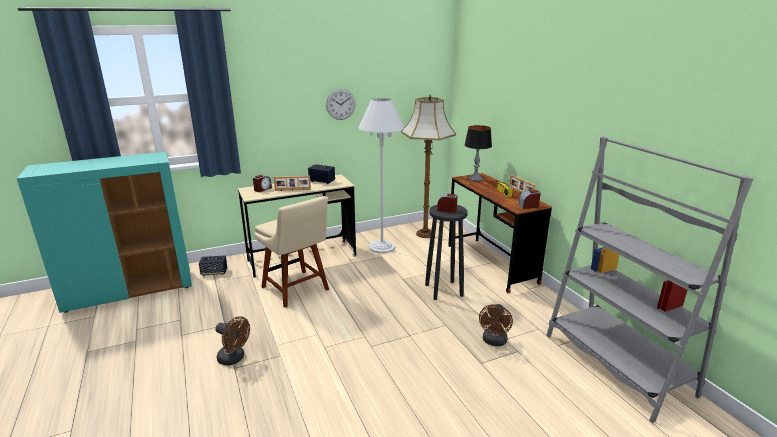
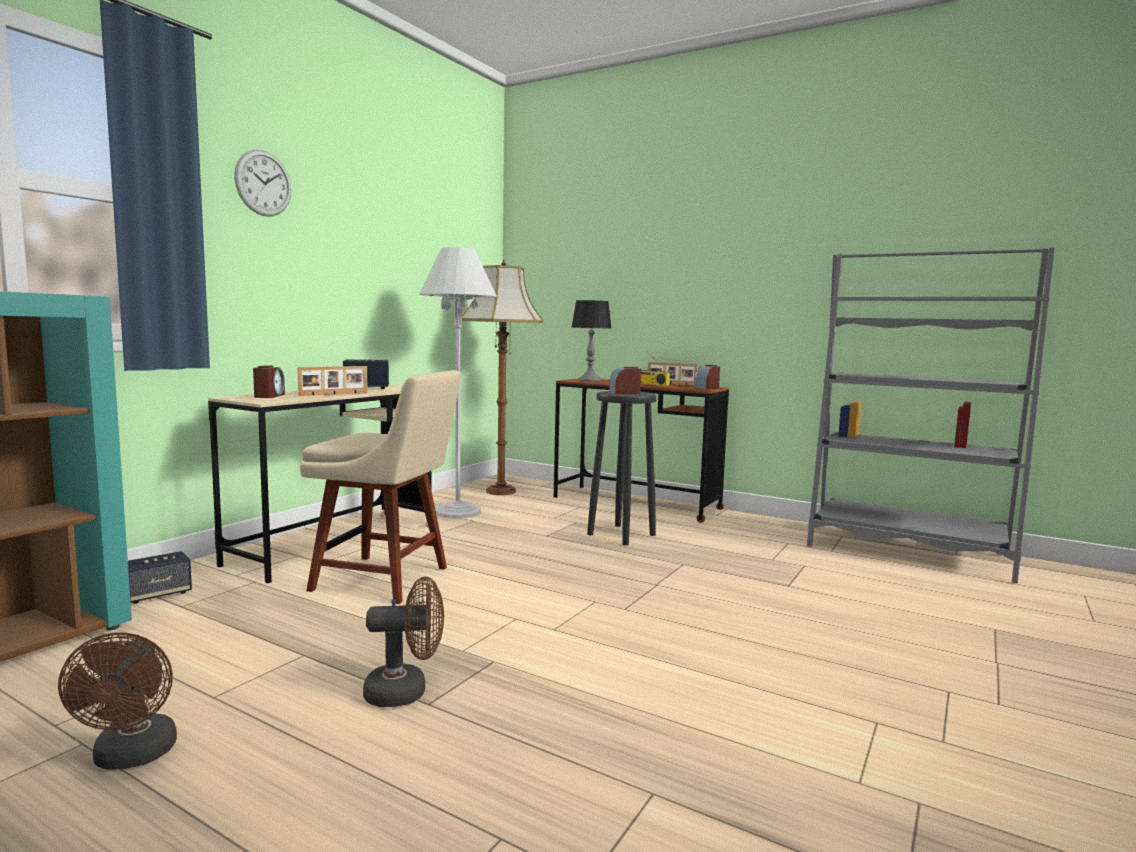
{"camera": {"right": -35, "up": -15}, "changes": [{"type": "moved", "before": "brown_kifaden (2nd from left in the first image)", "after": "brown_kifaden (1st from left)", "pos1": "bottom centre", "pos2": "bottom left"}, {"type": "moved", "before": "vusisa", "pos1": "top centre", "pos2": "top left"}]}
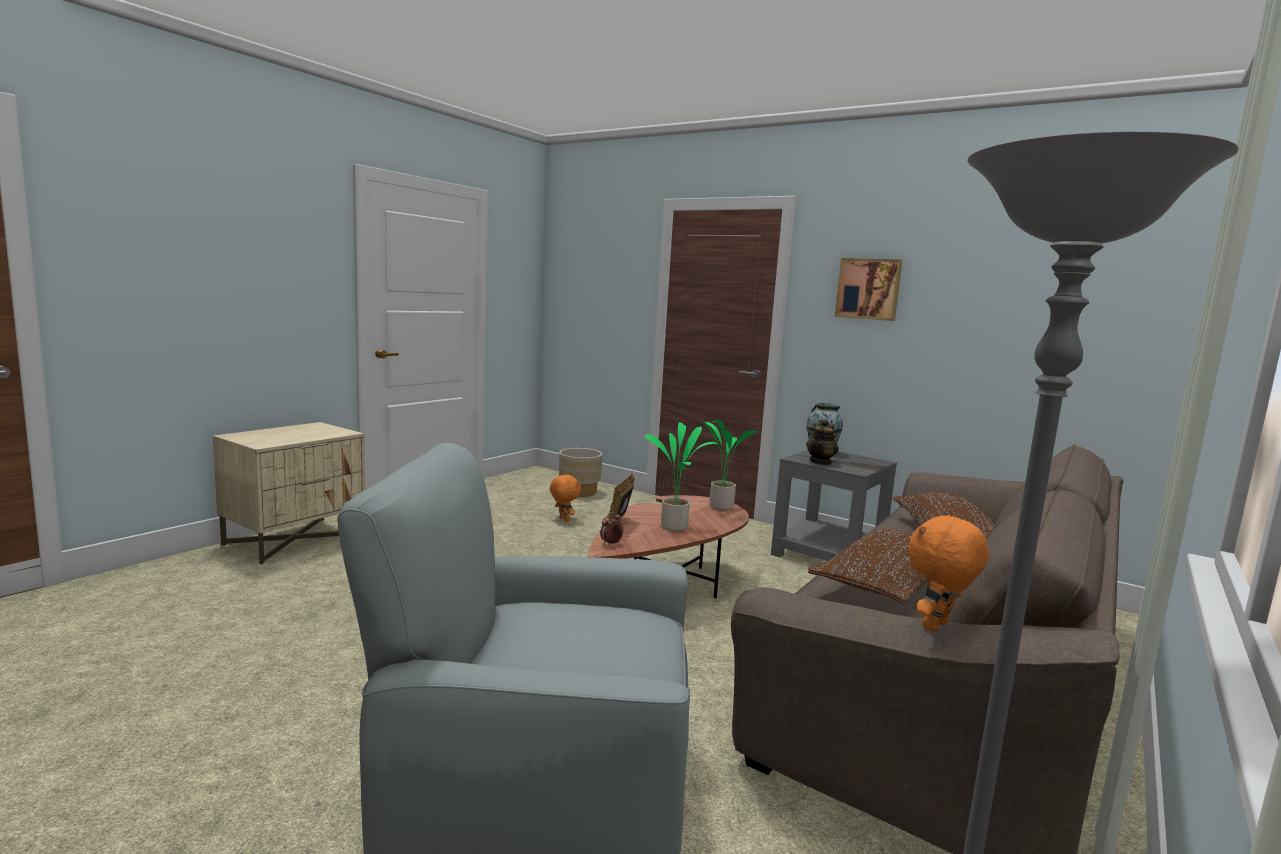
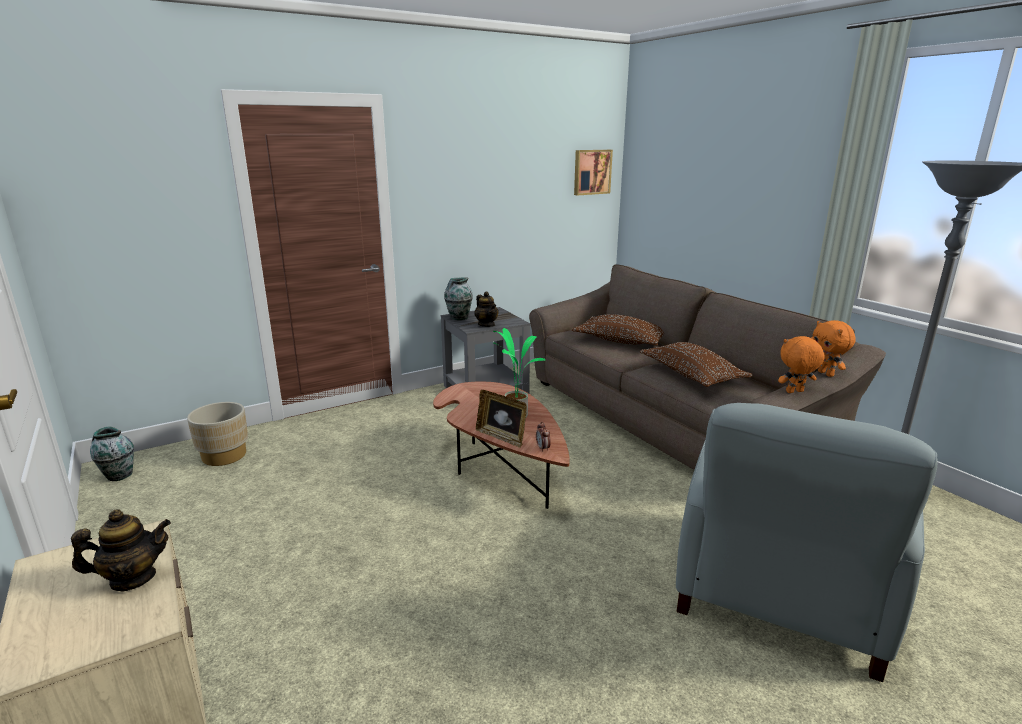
{"camera": {"right": -65, "up": 10}, "changes": [{"type": "added", "after": "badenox (1st from left)", "pos2": "bottom left"}, {"type": "added", "after": "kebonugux (1st from left)", "pos2": "middle left"}, {"type": "moved", "before": "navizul", "pos1": "middle right", "pos2": "top centre"}, {"type": "moved", "before": "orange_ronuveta (1st from left)", "pos1": "centre", "pos2": "middle right"}, {"type": "removed", "before": "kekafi (2nd from left)", "pos1": "centre"}]}
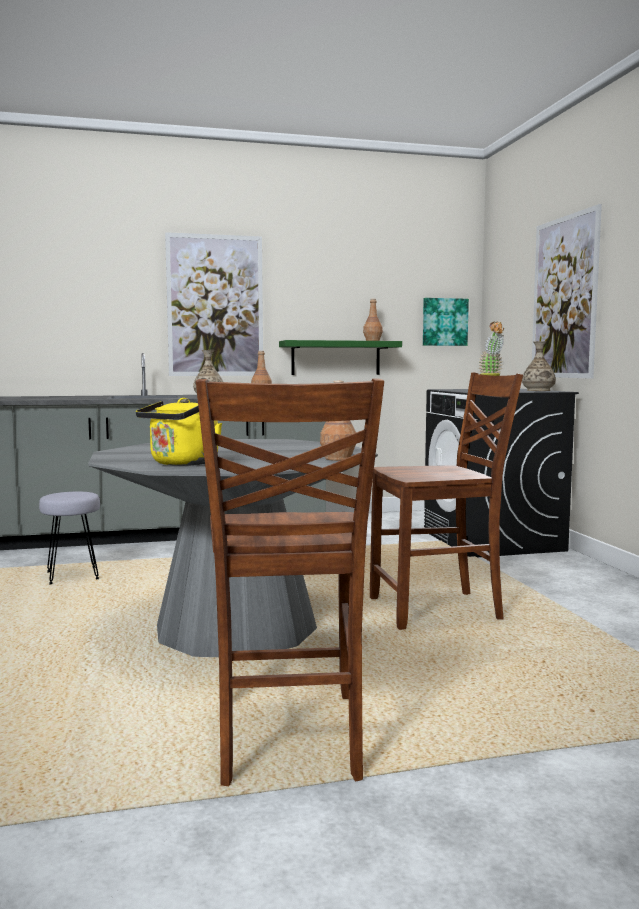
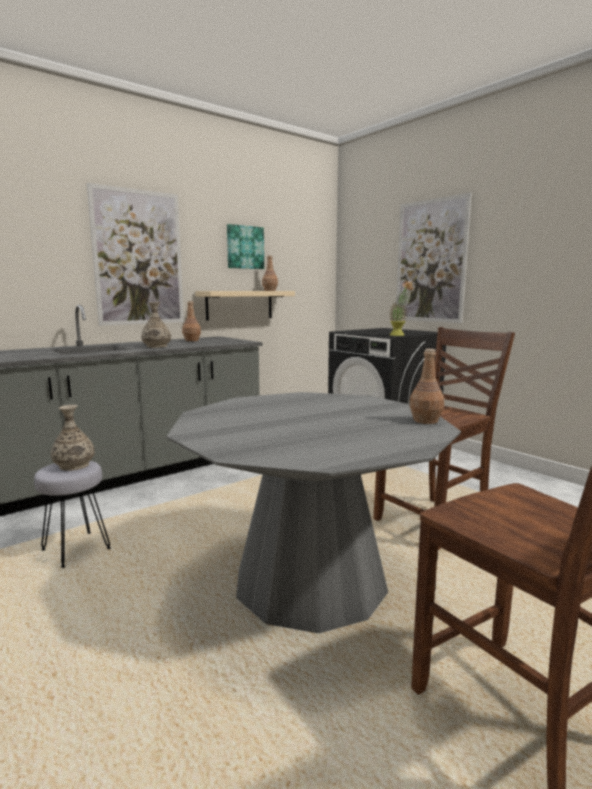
{"camera": {"right": -25, "up": 5}, "changes": [{"type": "moved", "before": "kebonugux (2nd from left in the first image)", "after": "kebonugux (1st from left)", "pos1": "middle right", "pos2": "middle left"}, {"type": "recoloured", "before": "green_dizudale", "after": "beige_dizudale", "pos1": "centre", "pos2": "centre"}, {"type": "moved", "before": "navizul (2nd from left)", "pos1": "middle right", "pos2": "top centre"}, {"type": "removed", "before": "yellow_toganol", "pos1": "middle left"}]}
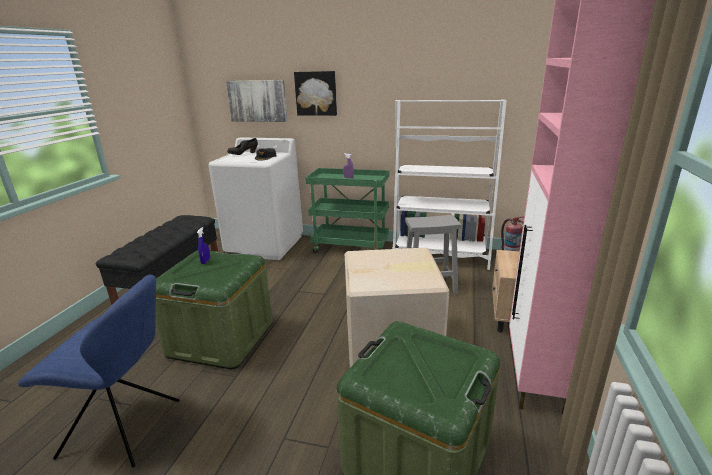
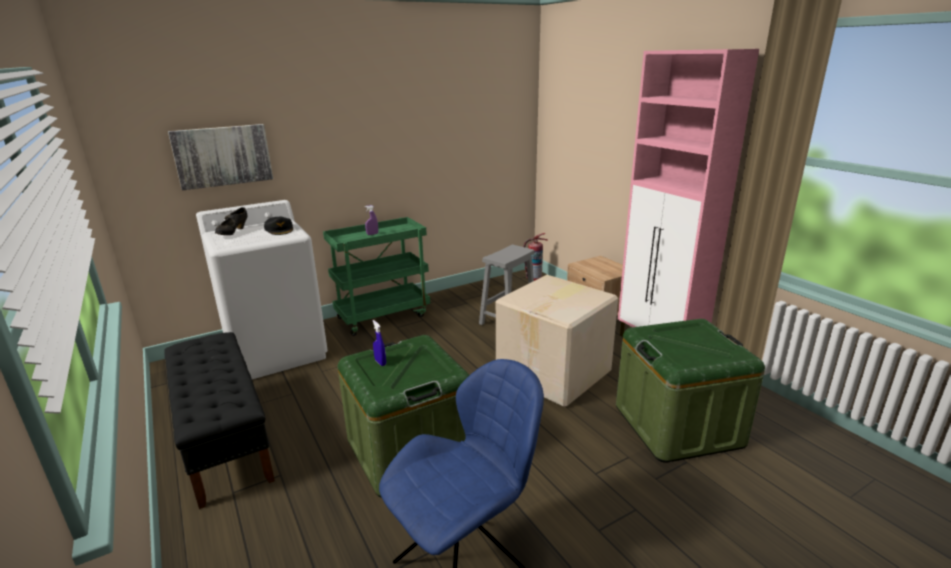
{"camera": {"right": -45, "up": 0}, "changes": [{"type": "removed", "before": "navizul (2nd from left)", "pos1": "top centre"}, {"type": "removed", "before": "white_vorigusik", "pos1": "centre"}]}
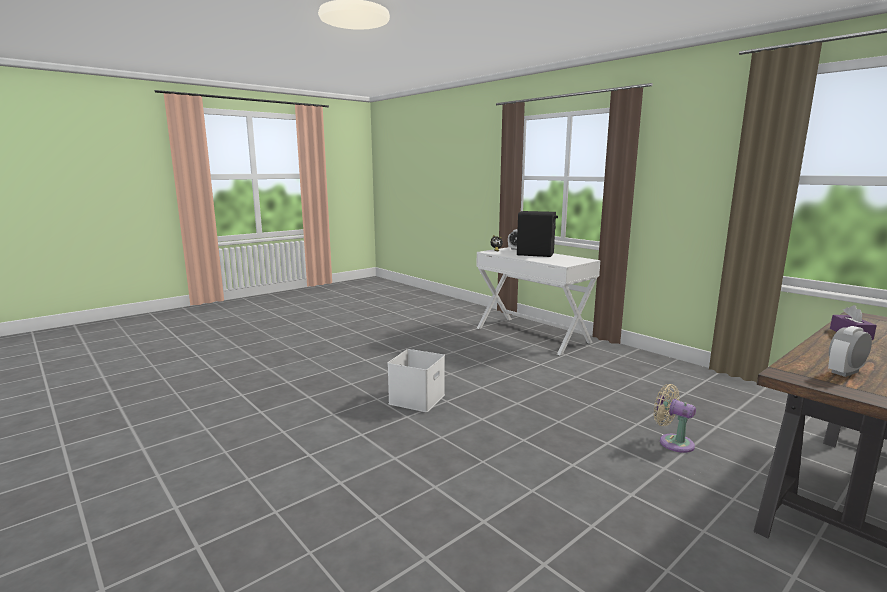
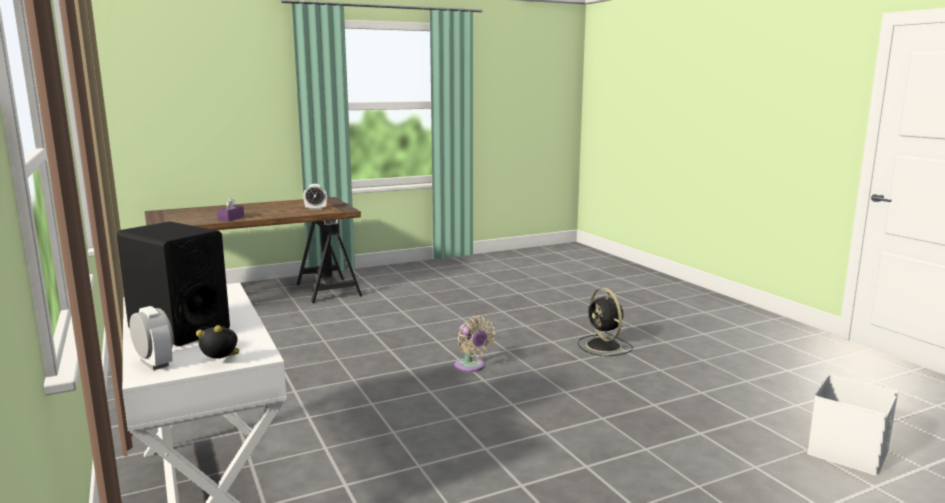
{"camera": {"right": -165, "up": 0}, "changes": [{"type": "moved", "before": "beige_kifaden", "pos1": "bottom right", "pos2": "bottom centre"}, {"type": "added", "after": "black_kifaden", "pos2": "centre"}, {"type": "moved", "before": "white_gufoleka", "pos1": "centre", "pos2": "bottom right"}]}
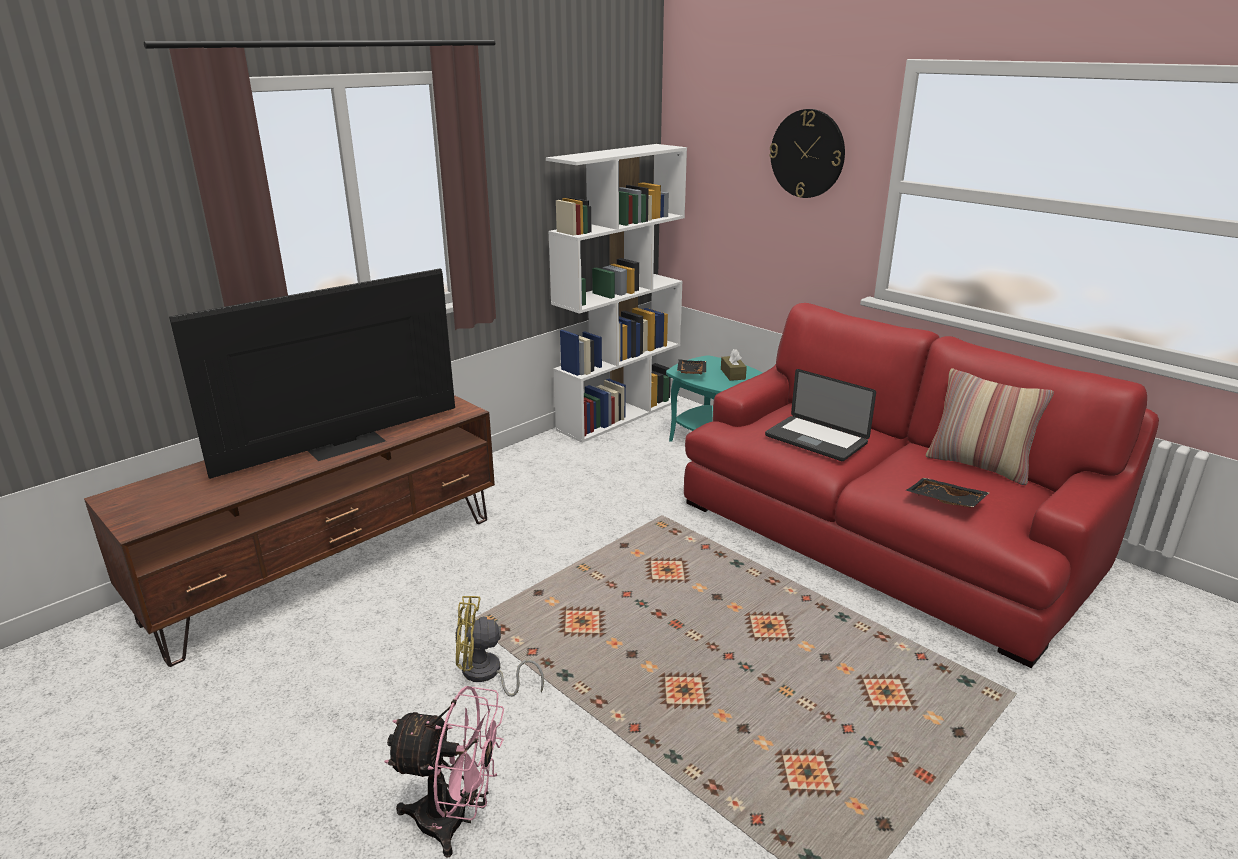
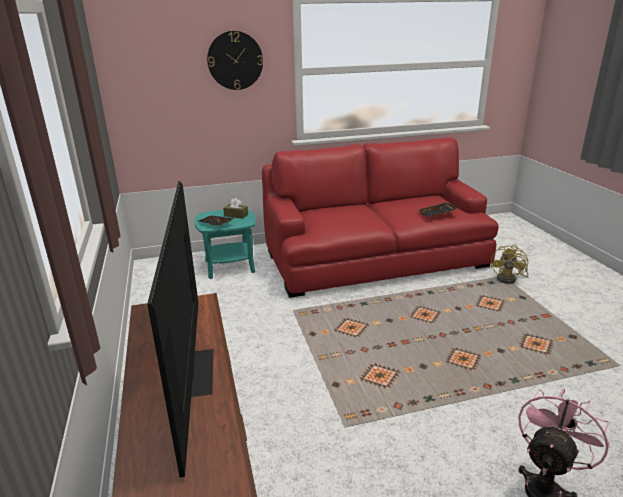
{"camera": {"right": -60, "up": 0}, "changes": [{"type": "moved", "before": "yellow_kifaden", "pos1": "bottom centre", "pos2": "middle right"}, {"type": "removed", "before": "white_vorigusik", "pos1": "centre"}, {"type": "removed", "before": "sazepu", "pos1": "centre"}, {"type": "removed", "before": "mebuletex", "pos1": "middle right"}]}
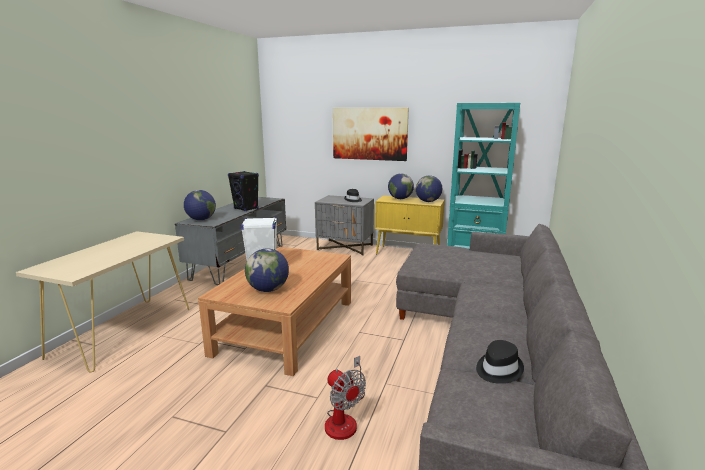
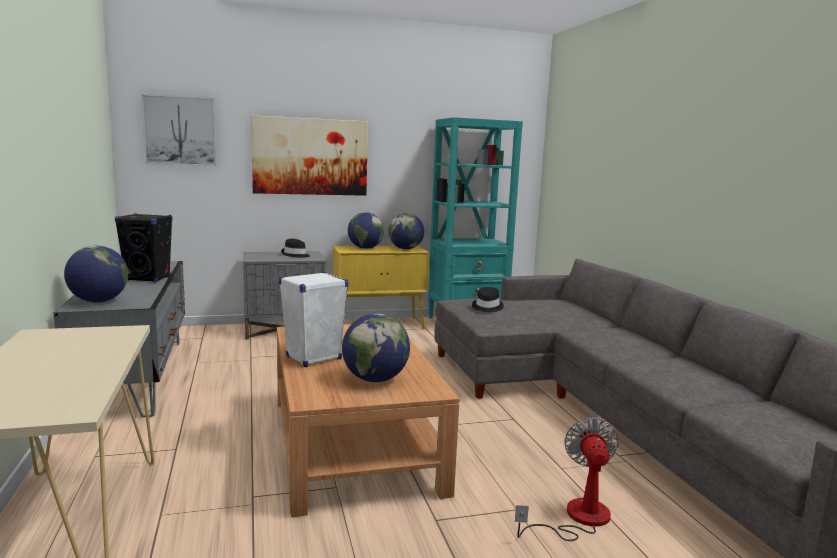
{"camera": {"right": -35, "up": -5}, "changes": [{"type": "added", "after": "navizul (1st from left)", "pos2": "top left"}, {"type": "moved", "before": "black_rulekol (2nd from left)", "pos1": "bottom right", "pos2": "centre"}, {"type": "turned", "before": "kifaden", "pos1": "bottom centre", "pos2": "bottom right", "turn": -105}]}
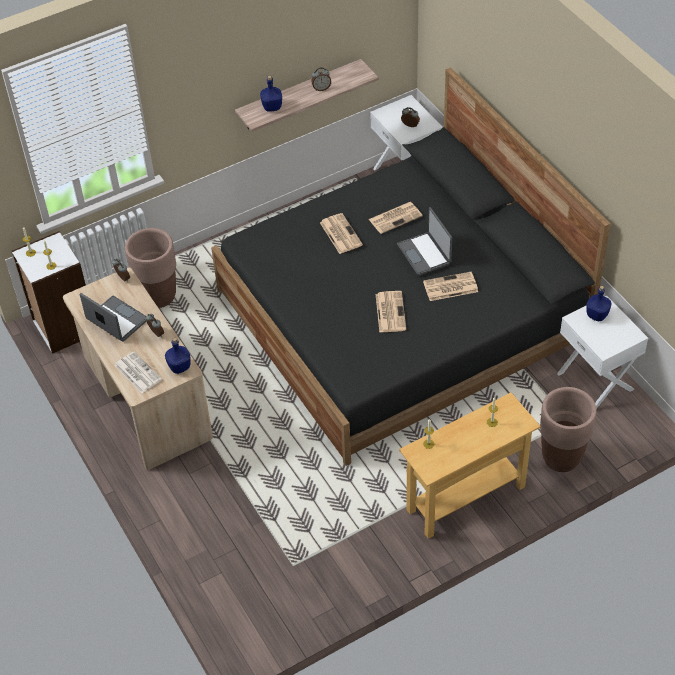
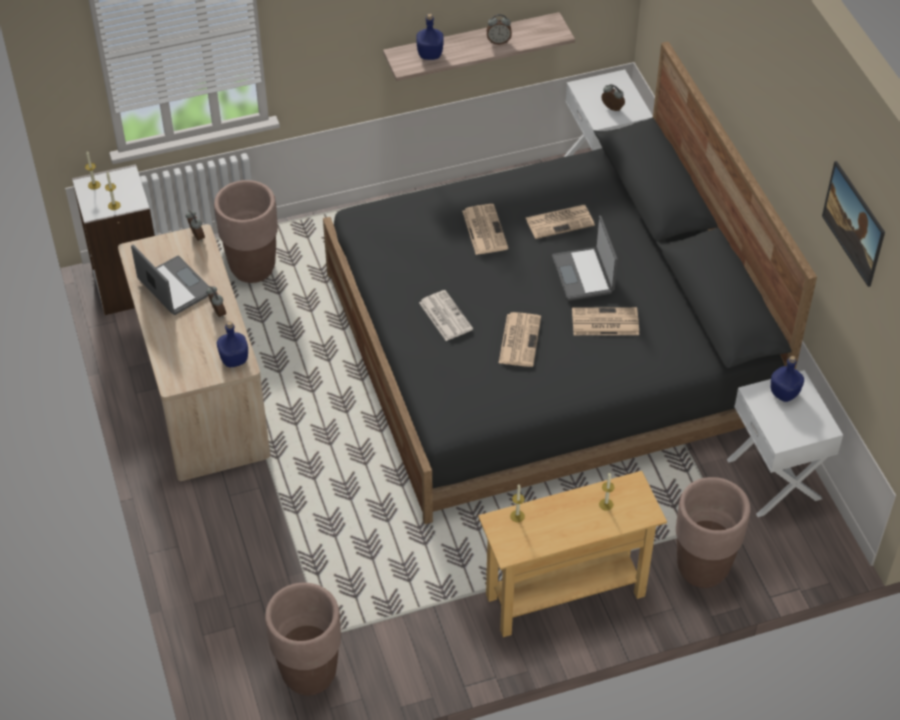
{"camera": {"right": 10, "up": 0}, "changes": [{"type": "added", "after": "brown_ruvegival (2nd from left)", "pos2": "bottom centre"}, {"type": "moved", "before": "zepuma (1st from left)", "pos1": "middle left", "pos2": "centre"}, {"type": "added", "after": "navizul", "pos2": "top right"}]}
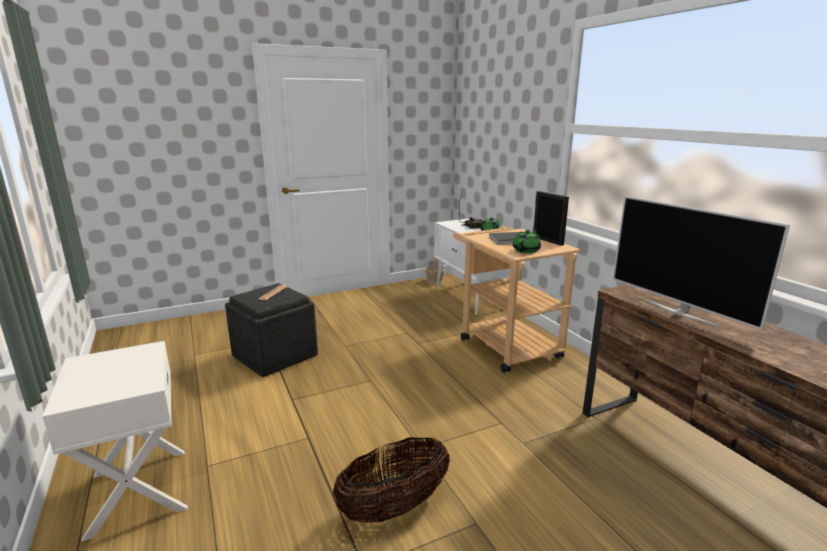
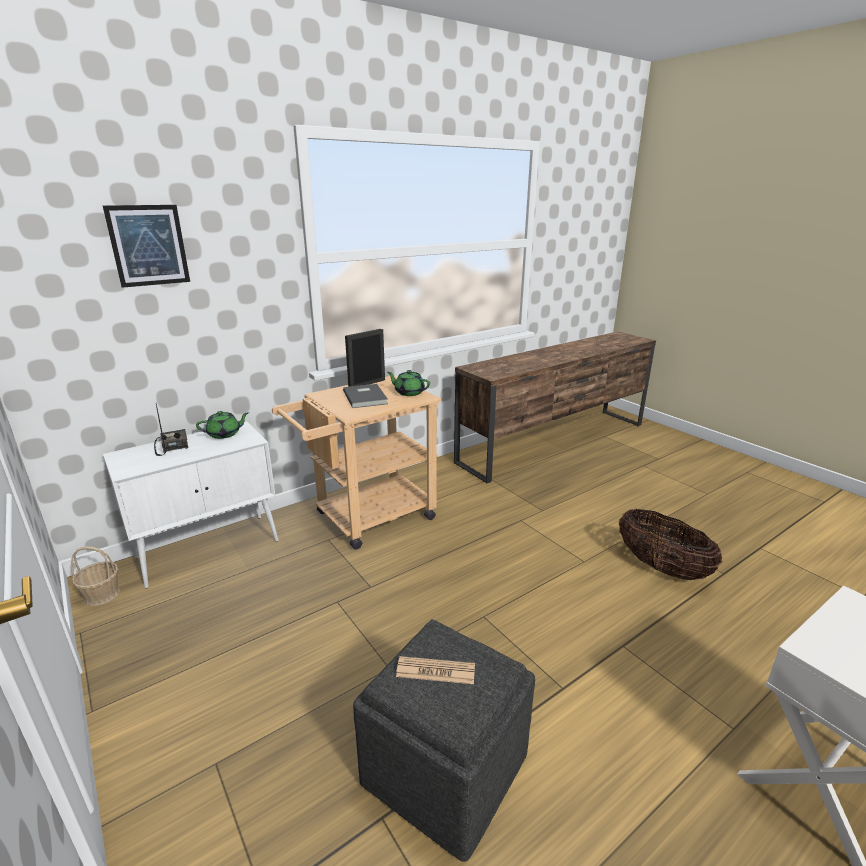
{"camera": {"right": -100, "up": 5}, "changes": [{"type": "added", "after": "navizul", "pos2": "top left"}, {"type": "removed", "before": "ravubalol", "pos1": "middle right"}]}
